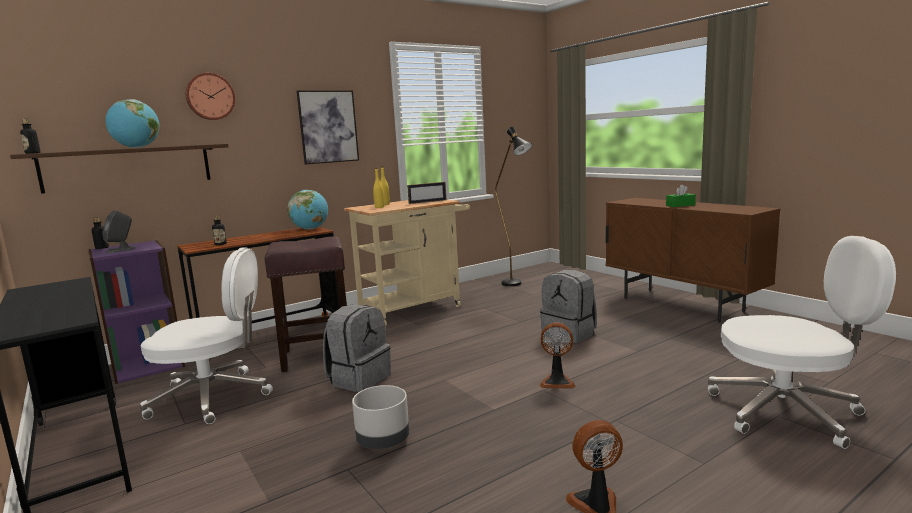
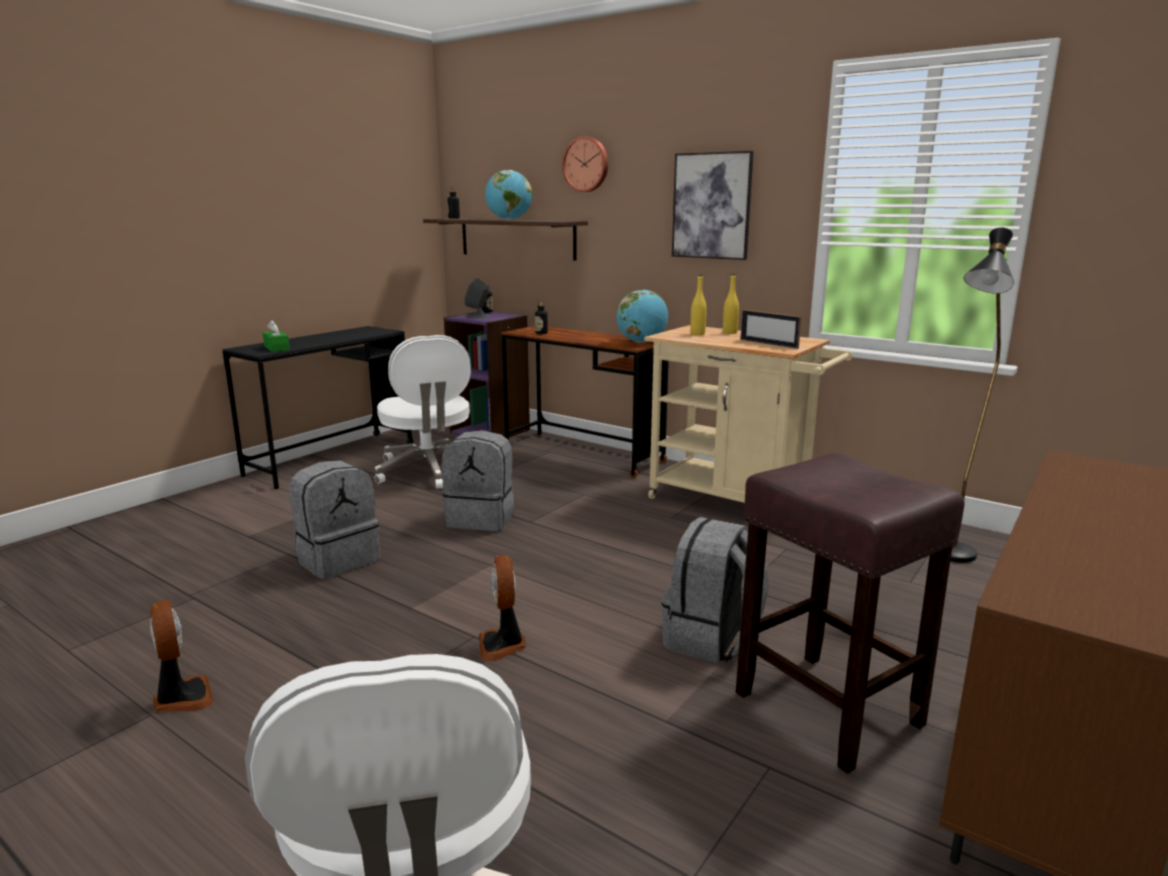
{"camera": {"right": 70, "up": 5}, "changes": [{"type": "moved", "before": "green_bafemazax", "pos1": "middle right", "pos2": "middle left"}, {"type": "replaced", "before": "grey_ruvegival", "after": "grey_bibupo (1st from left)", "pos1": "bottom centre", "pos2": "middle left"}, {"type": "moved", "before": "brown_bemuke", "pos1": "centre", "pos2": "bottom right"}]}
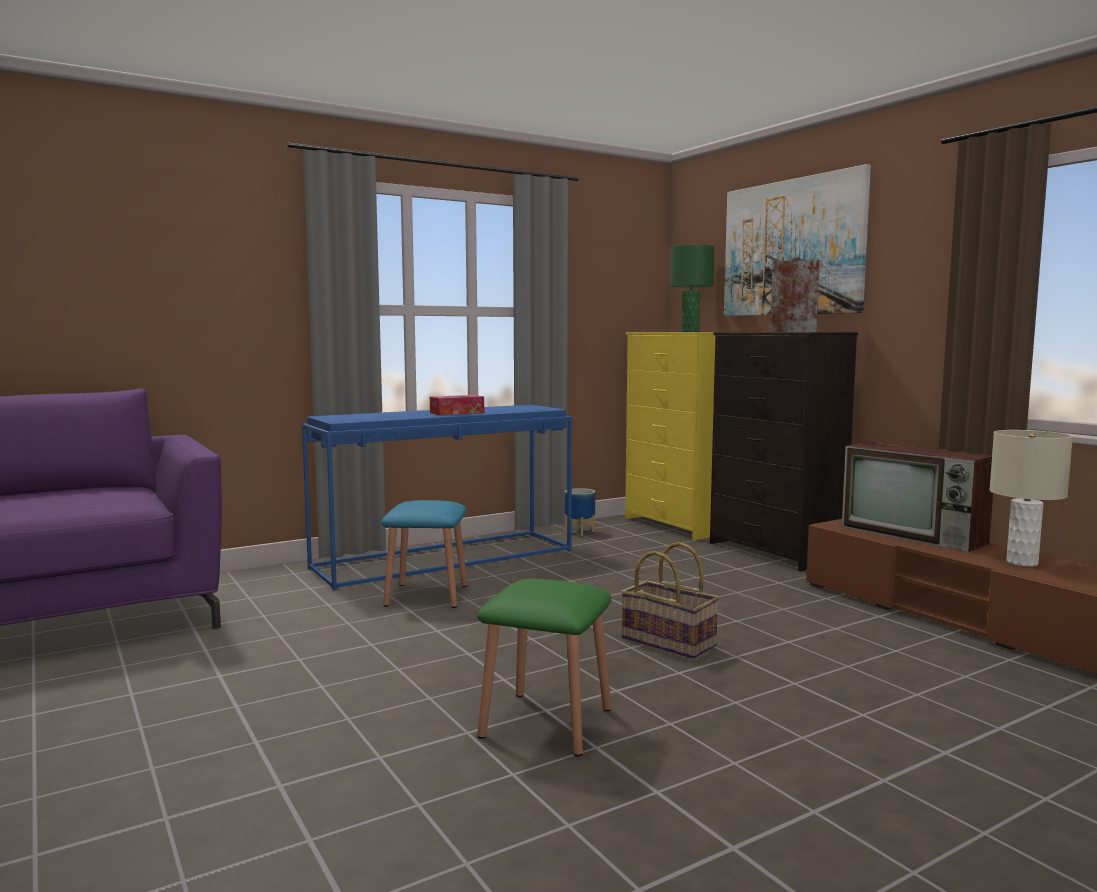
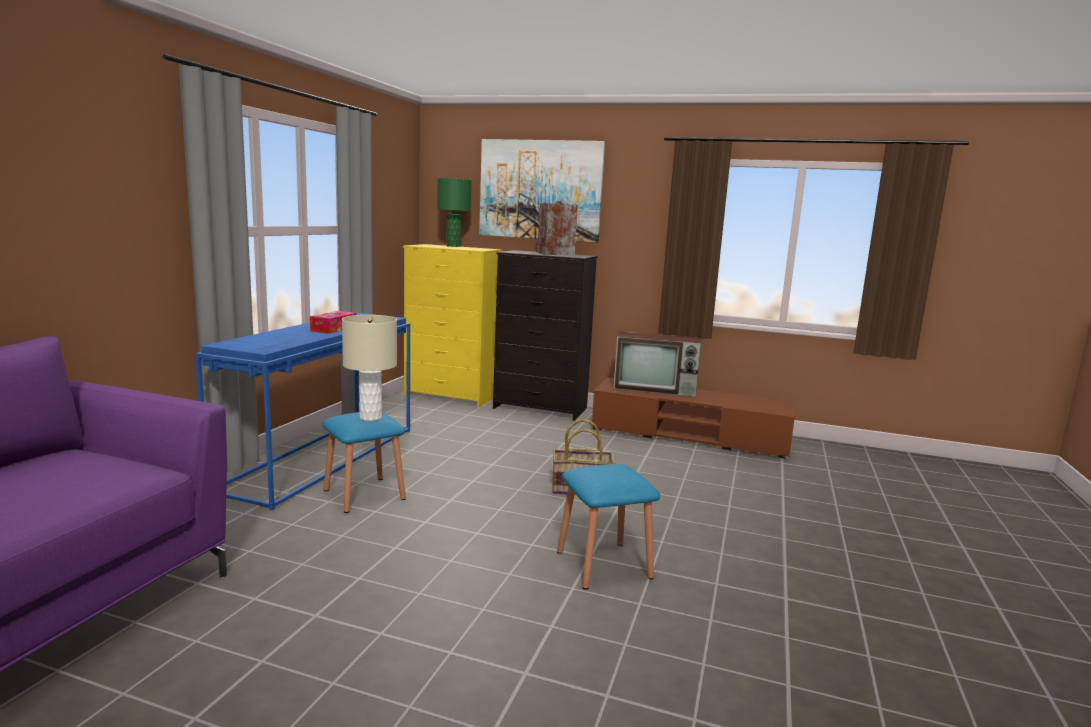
{"camera": {"right": -40, "up": 5}, "changes": [{"type": "moved", "before": "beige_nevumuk", "pos1": "middle right", "pos2": "centre"}, {"type": "recoloured", "before": "green_bemuke", "after": "blue_bemuke (2nd from left)", "pos1": "bottom centre", "pos2": "bottom centre"}, {"type": "removed", "before": "ruvegival", "pos1": "centre"}]}
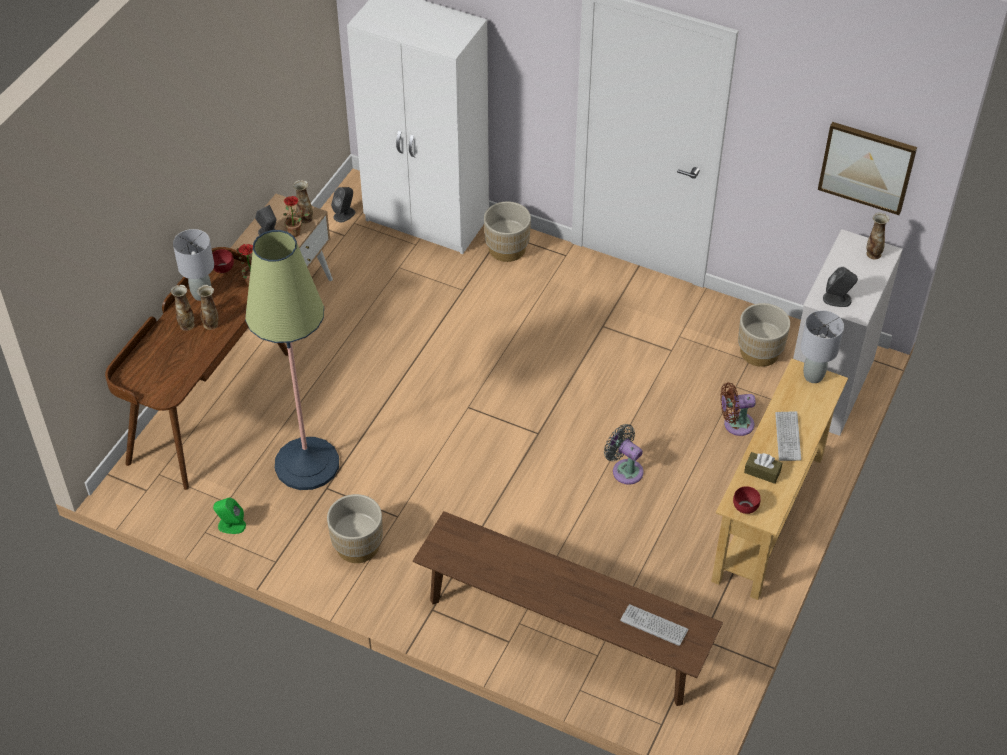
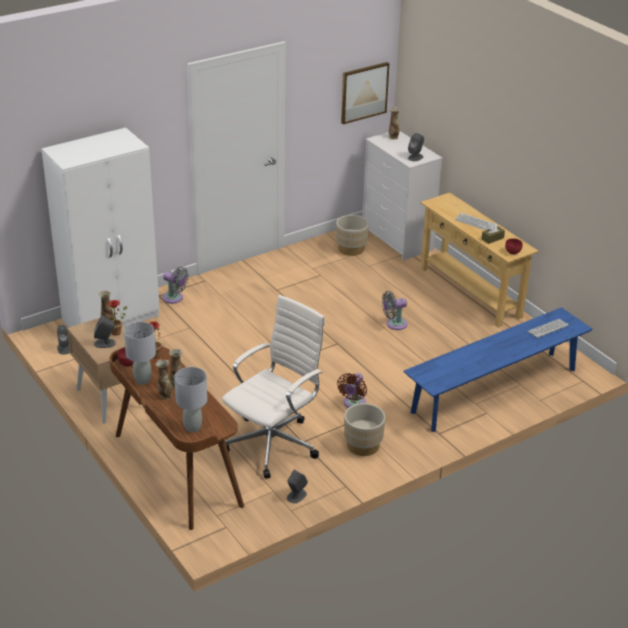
{"camera": {"right": -60, "up": -15}, "changes": [{"type": "replaced", "before": "beige_ruvegival (2nd from left)", "after": "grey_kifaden (1st from left)", "pos1": "top centre", "pos2": "middle left"}, {"type": "moved", "before": "grey_nevumuk (2nd from left)", "pos1": "middle right", "pos2": "middle left"}, {"type": "replaced", "before": "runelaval", "after": "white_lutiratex", "pos1": "middle left", "pos2": "centre"}, {"type": "recoloured", "before": "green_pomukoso", "after": "grey_pomukoso (3rd from left)", "pos1": "bottom left", "pos2": "bottom centre"}, {"type": "moved", "before": "brown_kifaden", "pos1": "middle right", "pos2": "centre"}, {"type": "recoloured", "before": "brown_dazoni", "after": "blue_dazoni", "pos1": "bottom centre", "pos2": "middle right"}]}
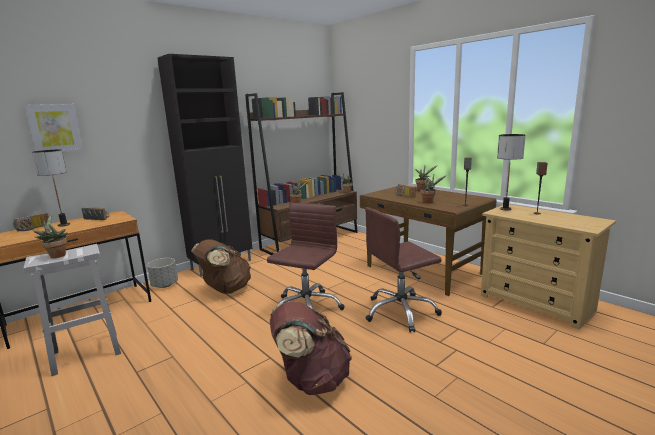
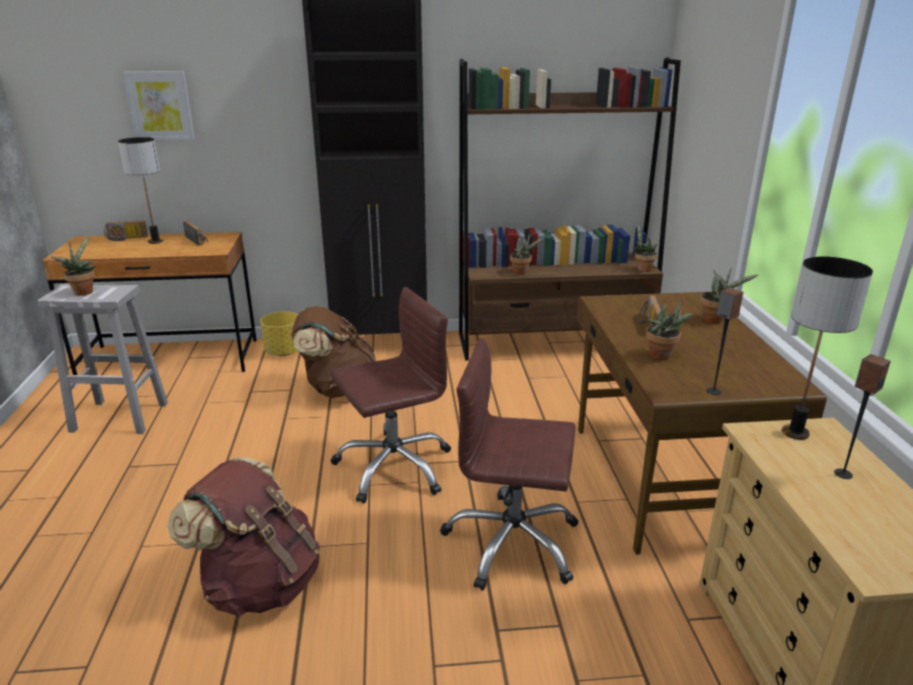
{"camera": {"right": 35, "up": 10}, "changes": [{"type": "recoloured", "before": "grey_ruvegival", "after": "yellow_ruvegival", "pos1": "middle left", "pos2": "middle left"}]}
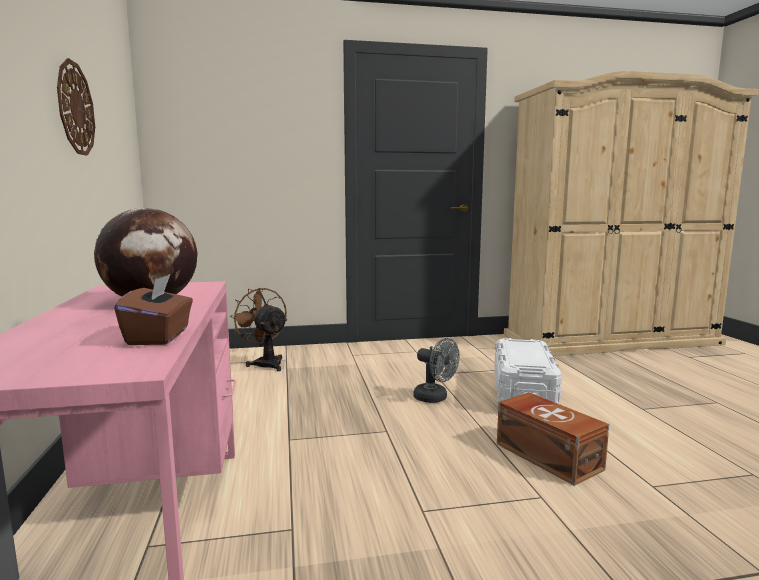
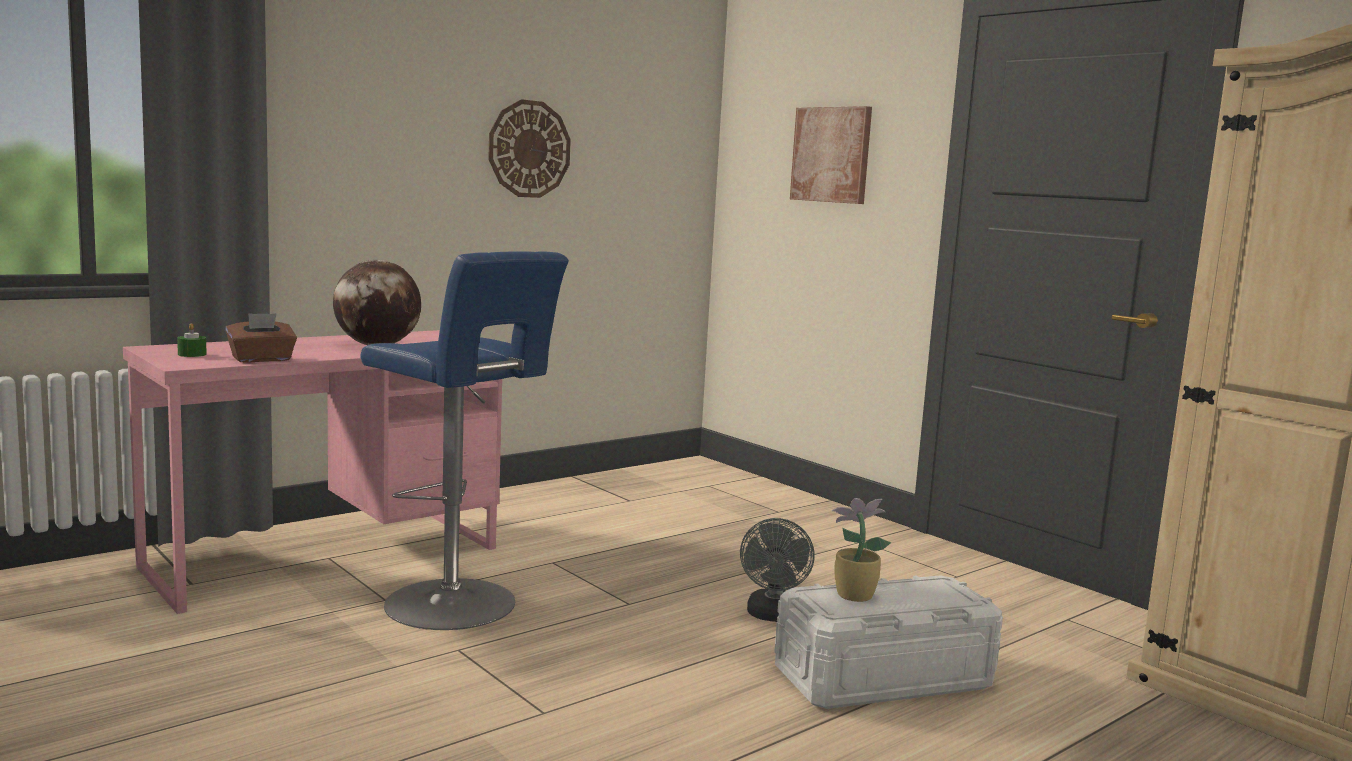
{"camera": {"right": 60, "up": 0}, "changes": [{"type": "added", "after": "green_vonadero", "pos2": "middle left"}, {"type": "added", "after": "blue_bemuke", "pos2": "centre"}, {"type": "added", "after": "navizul", "pos2": "top centre"}, {"type": "added", "after": "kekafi", "pos2": "bottom centre"}, {"type": "removed", "before": "brown_kifaden", "pos1": "centre"}, {"type": "removed", "before": "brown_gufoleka", "pos1": "bottom right"}]}
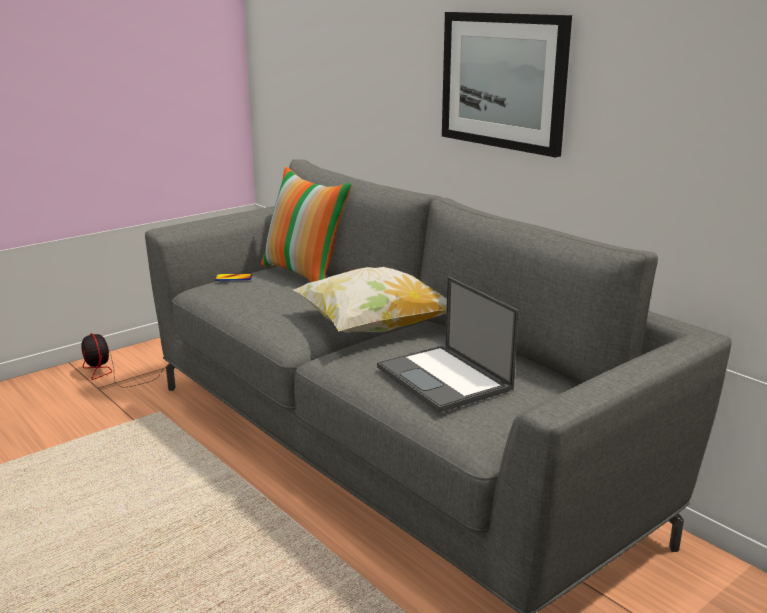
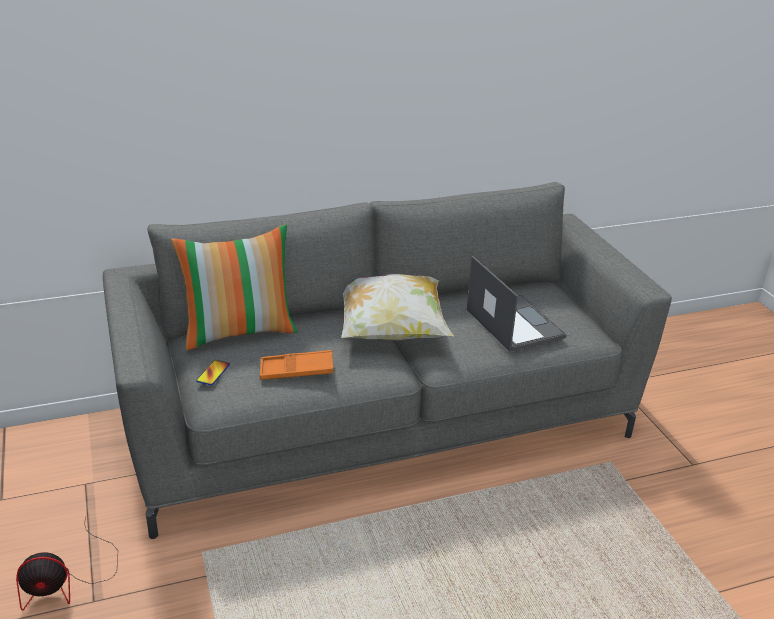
{"camera": {"right": -70, "up": 10}, "changes": [{"type": "added", "after": "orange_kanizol", "pos2": "centre"}, {"type": "turned", "before": "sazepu", "pos1": "centre", "pos2": "middle right", "turn": -105}, {"type": "removed", "before": "navizul", "pos1": "top centre"}]}
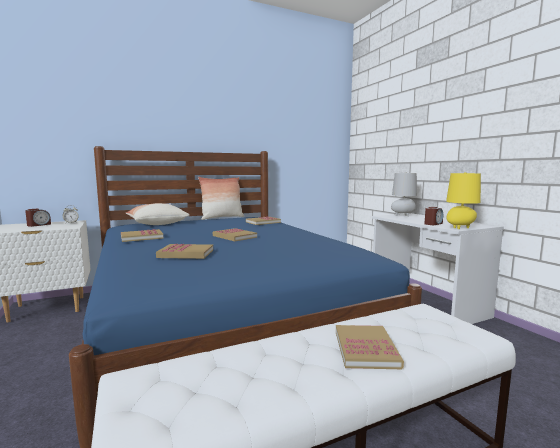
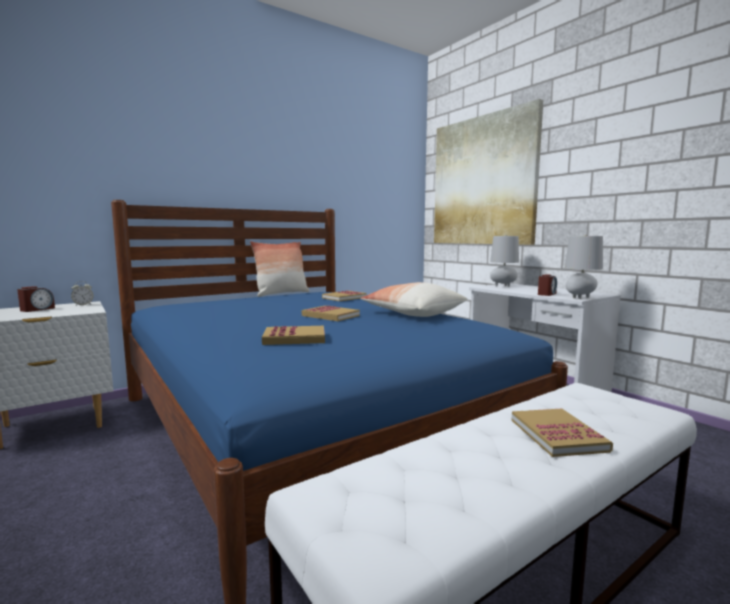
{"camera": {"right": -10, "up": 0}, "changes": [{"type": "moved", "before": "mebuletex (1st from left in the first image)", "after": "mebuletex (2nd from left)", "pos1": "middle left", "pos2": "centre"}, {"type": "added", "after": "navizul", "pos2": "top right"}, {"type": "recoloured", "before": "yellow_nevumuk", "after": "grey_nevumuk (2nd from left)", "pos1": "middle right", "pos2": "middle right"}, {"type": "removed", "before": "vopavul (1st from left)", "pos1": "middle left"}]}
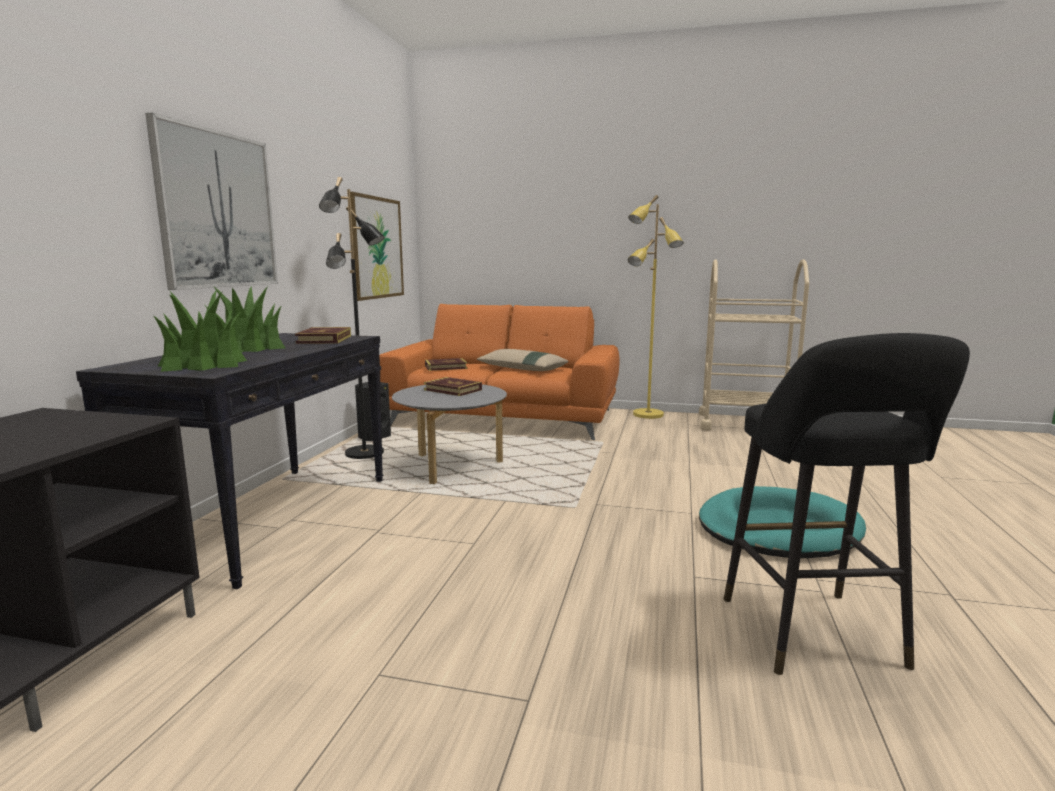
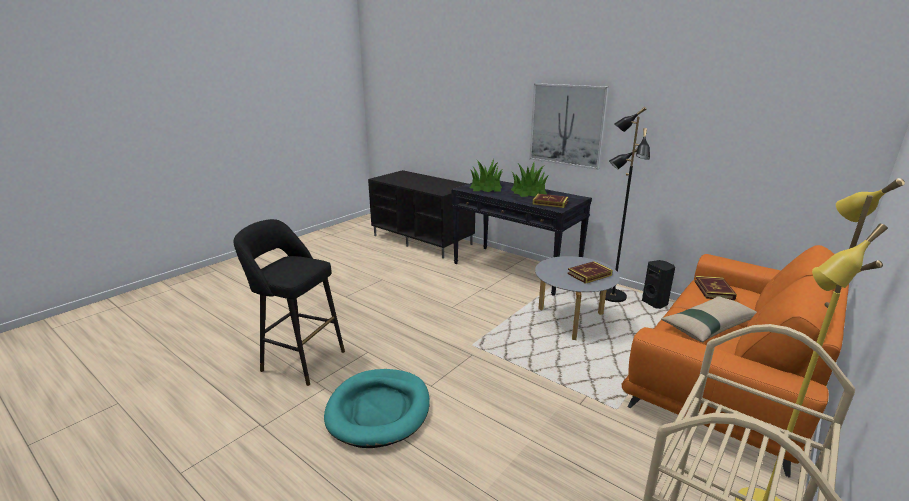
{"camera": {"right": 115, "up": 10}, "changes": [{"type": "removed", "before": "navizul (2nd from left)", "pos1": "top centre"}]}
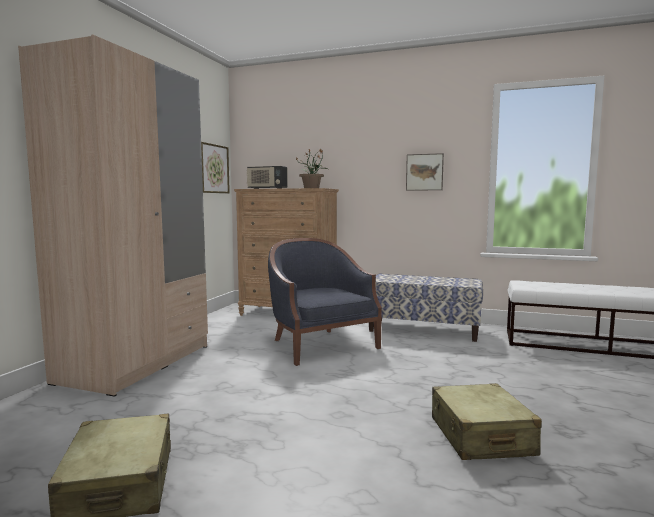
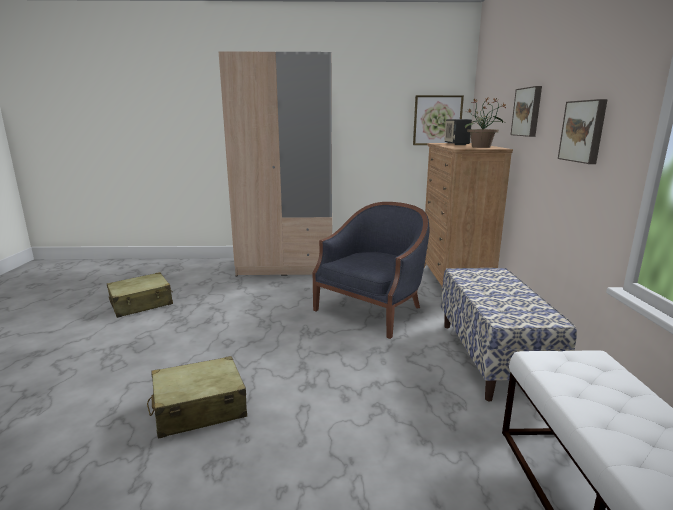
{"camera": {"right": 70, "up": 10}, "changes": [{"type": "added", "after": "navizul (2nd from left)", "pos2": "top right"}]}
